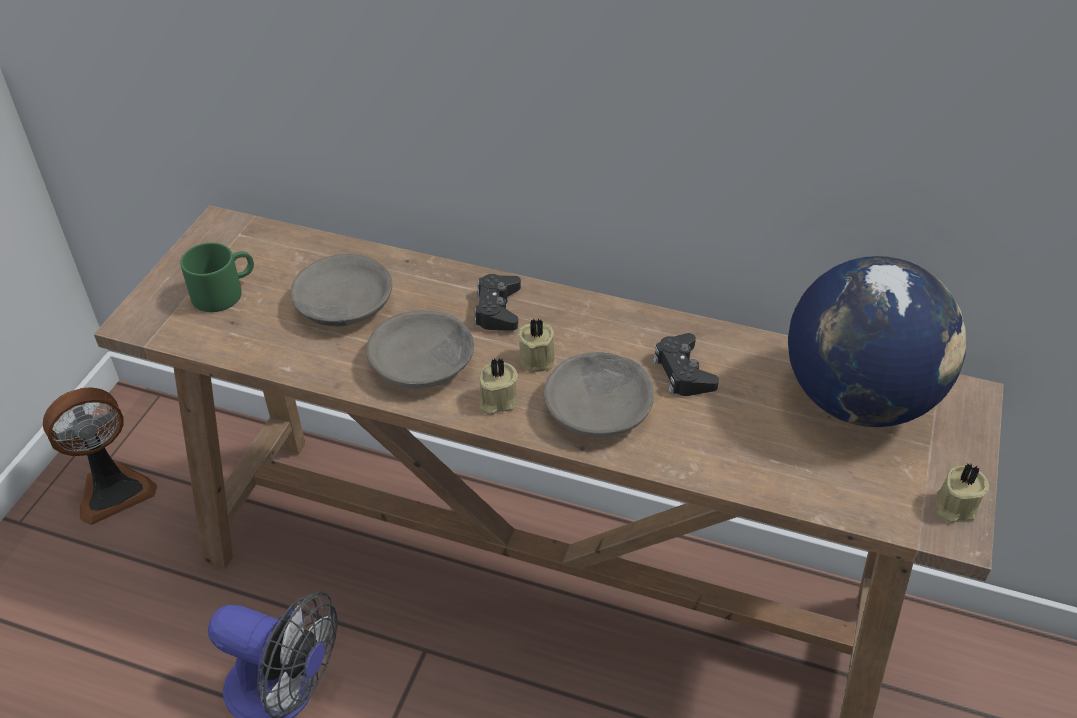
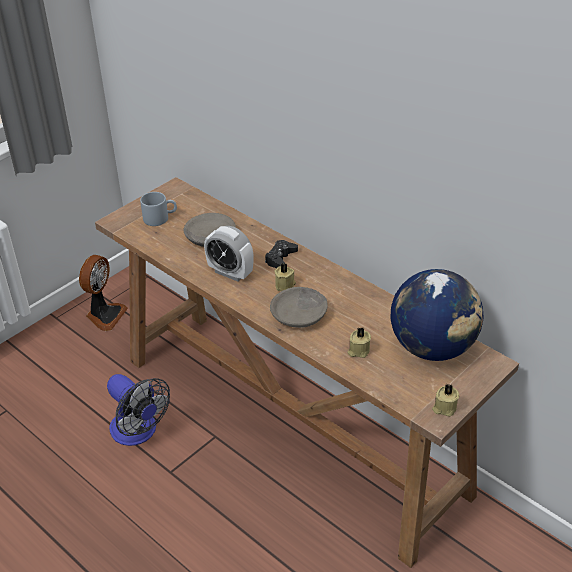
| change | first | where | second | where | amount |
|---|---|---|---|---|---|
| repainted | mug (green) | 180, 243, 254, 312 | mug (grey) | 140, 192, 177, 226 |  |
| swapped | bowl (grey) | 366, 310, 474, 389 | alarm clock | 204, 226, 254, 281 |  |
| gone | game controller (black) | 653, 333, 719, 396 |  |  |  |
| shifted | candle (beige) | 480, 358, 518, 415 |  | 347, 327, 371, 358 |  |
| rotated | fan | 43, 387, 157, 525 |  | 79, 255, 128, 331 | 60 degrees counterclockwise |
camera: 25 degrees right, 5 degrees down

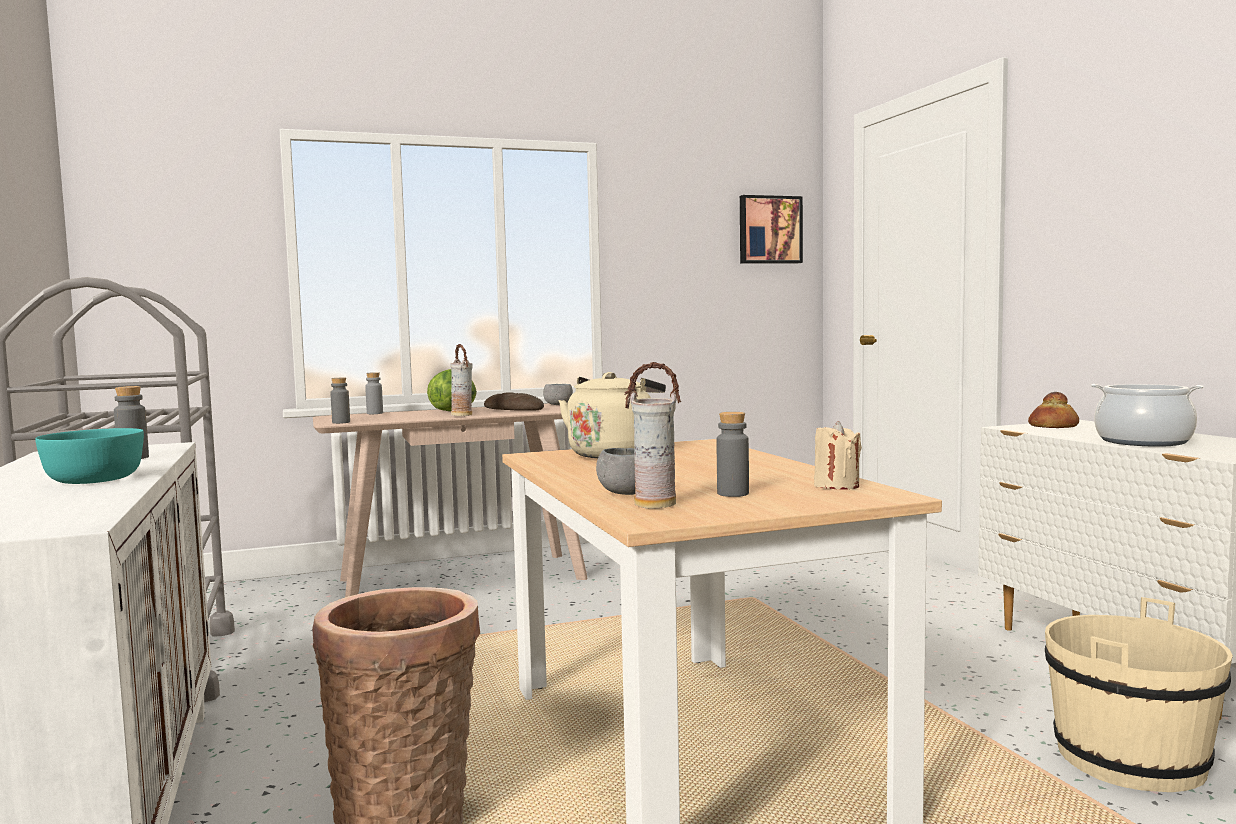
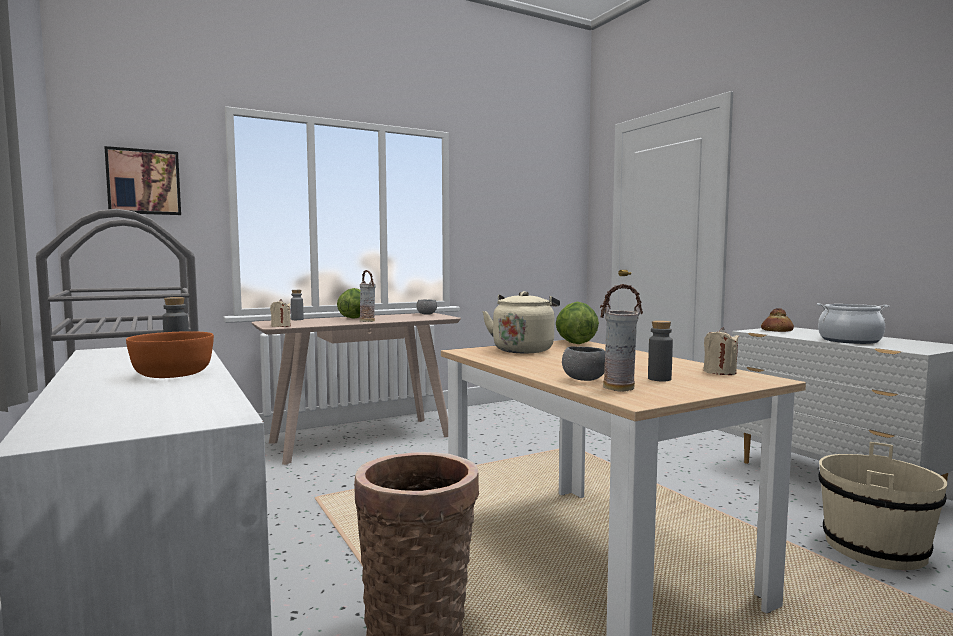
| change | first | where | second | where | amount |
|---|---|---|---|---|---|
| shifted | picture | 740, 195, 803, 263 |  | 104, 146, 181, 215 |  |
| swapped | bottle (grey) | 330, 378, 350, 424 | candle (beige) | 270, 299, 291, 327 |  |
| gone | bread | 484, 392, 544, 411 |  |  |  |
| repainted | bowl (turquoise) | 35, 428, 144, 484 | bowl (orange) | 126, 331, 214, 378 |  |
| new |  |  | lettuce | 556, 302, 599, 344 |  |
camera: 10 degrees left, 0 degrees up

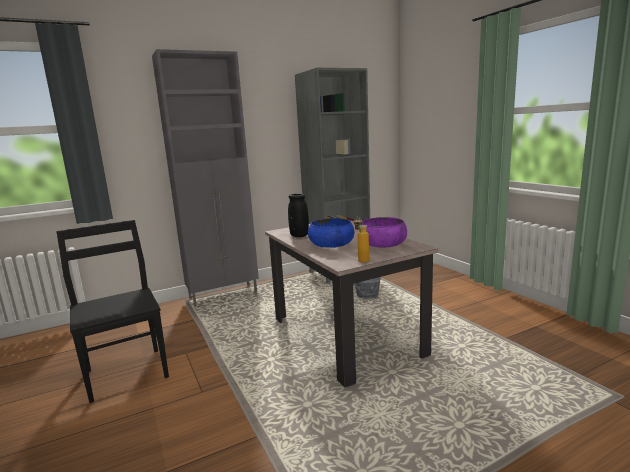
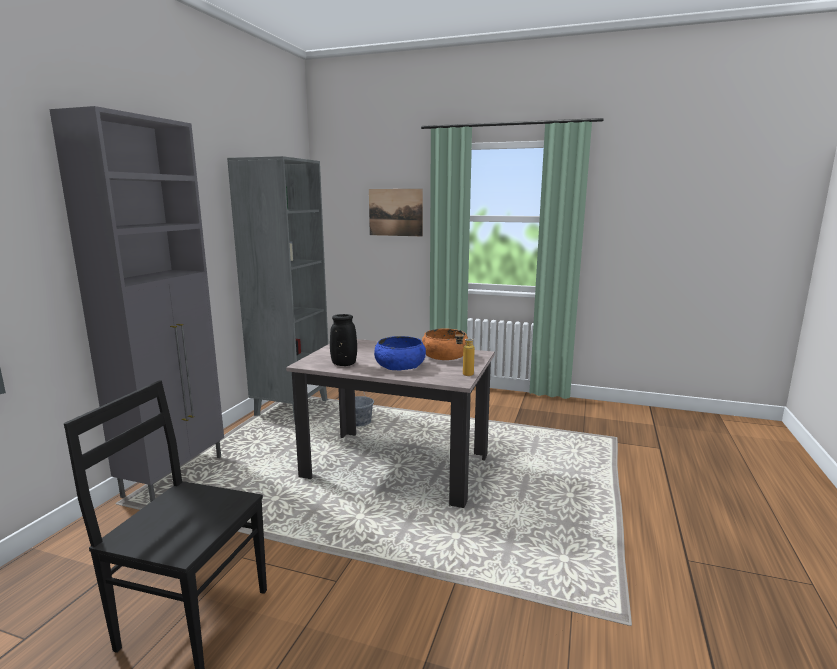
| change | first | where | second | where | amount |
|---|---|---|---|---|---|
| repainted | bowl (purple) | 362, 217, 407, 248 | bowl (orange) | 422, 328, 468, 360 |  |
| new |  |  | picture | 369, 189, 423, 236 |  |
camera: 45 degrees left, 0 degrees up

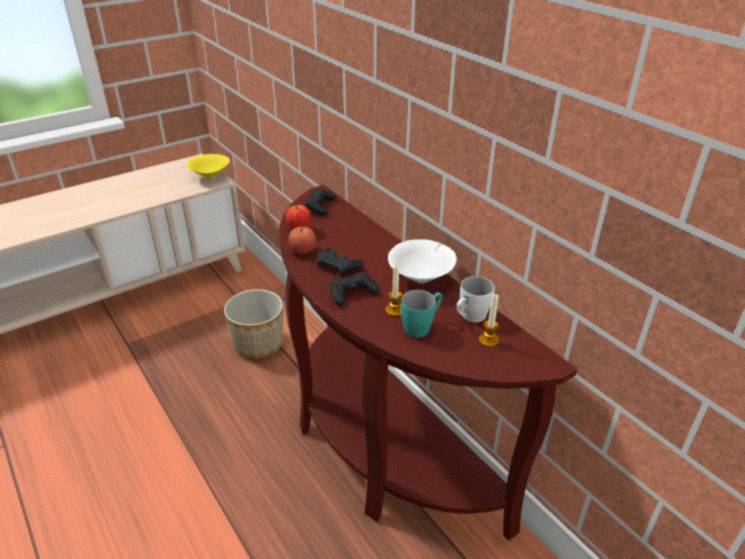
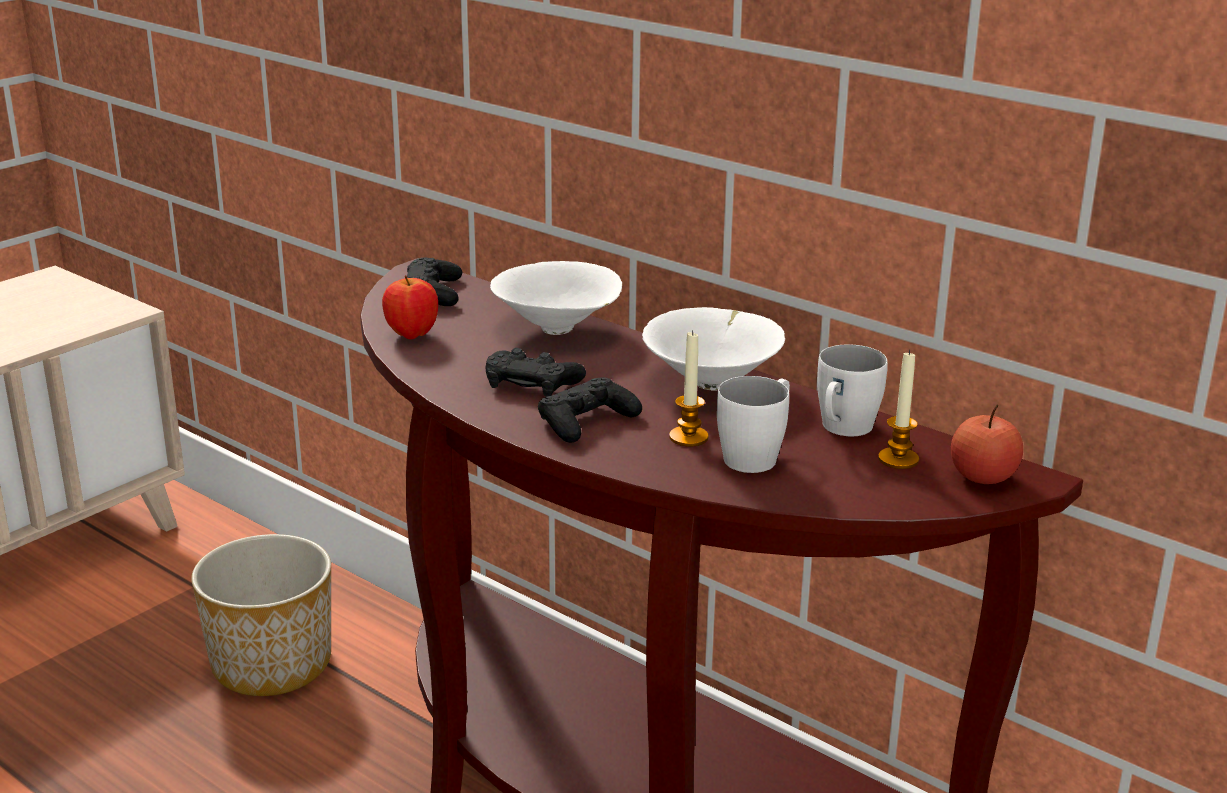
| change | first | where | second | where | amount |
|---|---|---|---|---|---|
| gone | bowl (yellow) | 187, 154, 230, 179 |  |  |  |
| shifted | apple | 288, 223, 316, 254 |  | 951, 404, 1023, 484 |  |
| repainted | mug (turquoise) | 401, 290, 442, 337 | mug (white) | 717, 376, 790, 473 |  |
| new |  |  | bowl (white) | 490, 261, 622, 335 |  |
camera: 15 degrees left, 10 degrees down

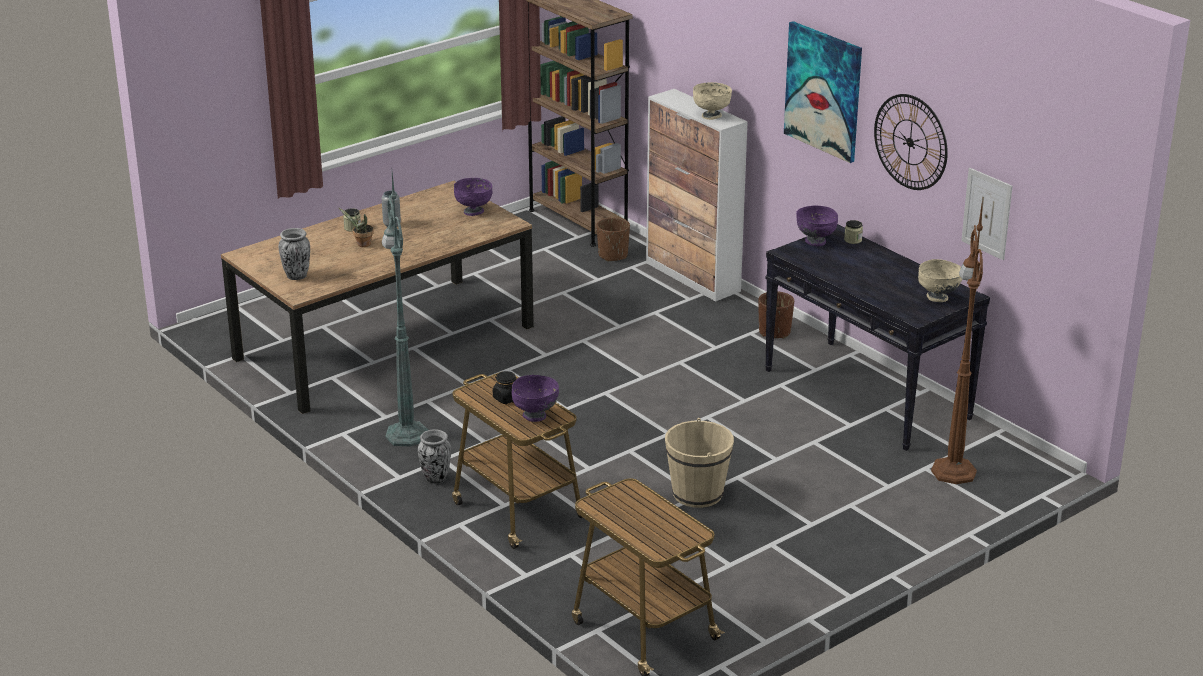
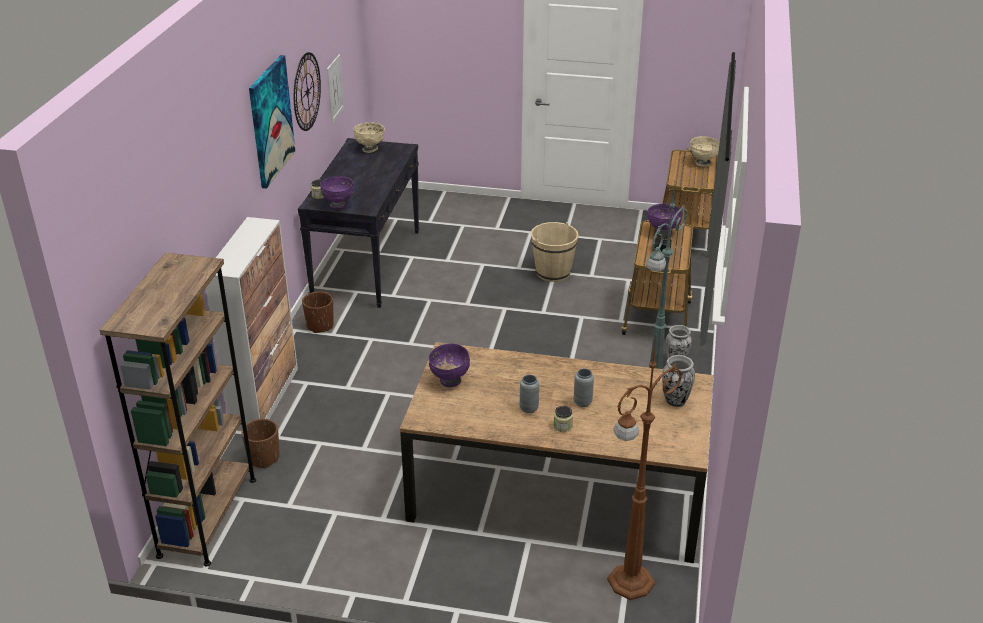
| change | first | where | second | where | amount |
|---|---|---|---|---|---|
| shifted | bowl (beige) | 693, 82, 732, 120 |  | 690, 136, 720, 167 |  |
| shifted | floor lamp (brown) | 931, 199, 983, 484 |  | 607, 338, 682, 600 |  |
| swapped | potted plant | 338, 207, 374, 247 | vase (grey) | 574, 369, 594, 407 |  |
camera: 130 degrees left, 5 degrees up

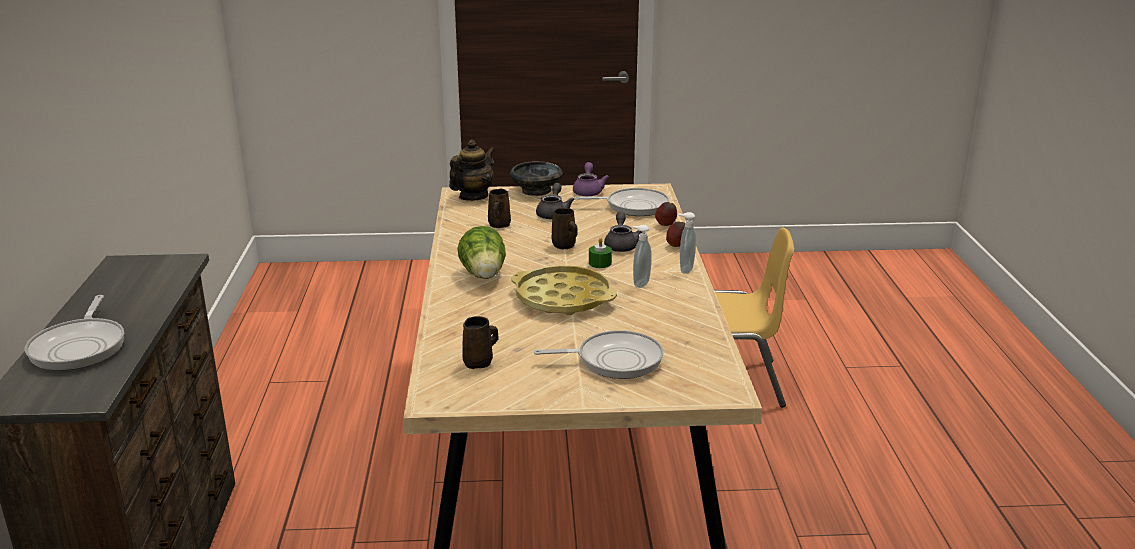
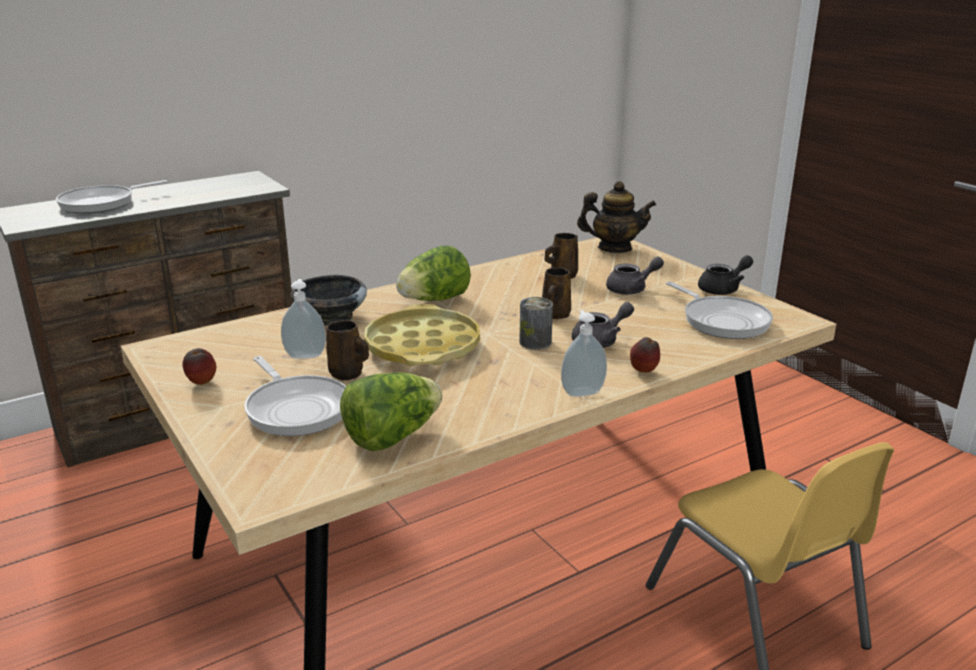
| change | first | where | second | where | amount |
|---|---|---|---|---|---|
| shifted | bowl (black) | 510, 161, 563, 196 |  | 291, 275, 367, 326 |  |
| repainted | teapot (purple) | 573, 162, 609, 196 | teapot (black) | 698, 255, 753, 295 |  |
| shifted | apple | 655, 202, 677, 226 |  | 182, 348, 216, 385 |  |
| shifted | soap dispenser | 632, 225, 652, 288 |  | 281, 279, 326, 359 |  |
| swapped | candle (green) | 589, 238, 612, 268 | can | 519, 297, 553, 350 |  |
| shifted | mug (brown) | 462, 316, 498, 369 |  | 326, 320, 369, 380 |  |
| new |  |  | lettuce | 340, 372, 443, 451 |  |
camera: 60 degrees right, 0 degrees up

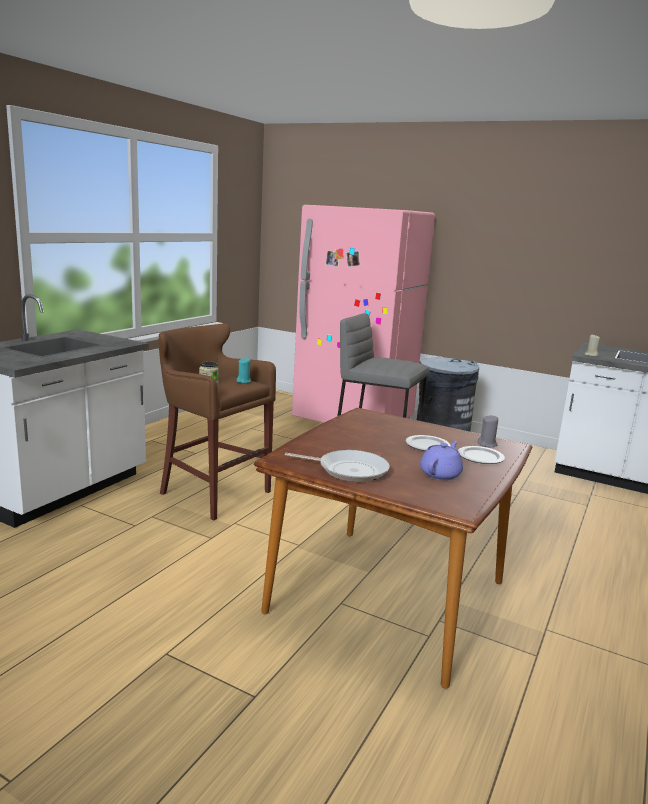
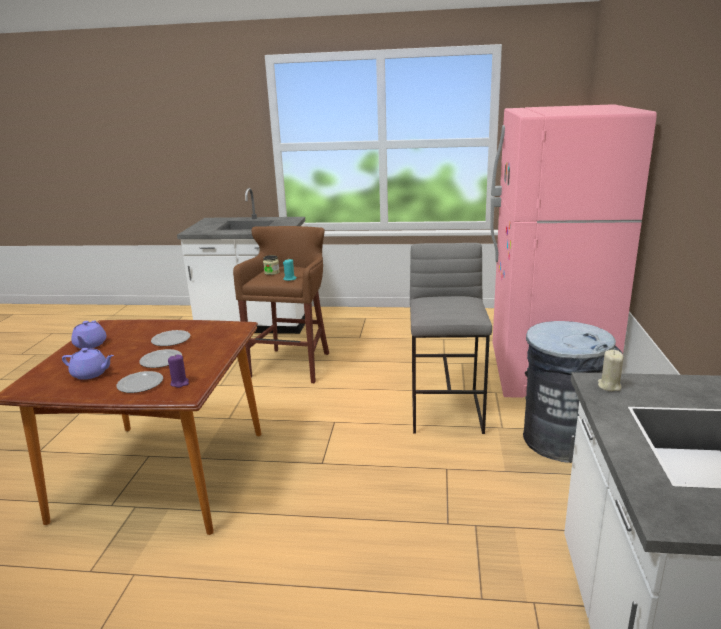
| change | first | where | second | where | amount |
|---|---|---|---|---|---|
| repainted | candle (grey) | 478, 415, 498, 447 | candle (purple) | 168, 355, 189, 388 |  |
| swapped | frying pan | 285, 450, 390, 482 | teapot (purple) | 71, 320, 106, 349 |  |
| new |  |  | plate | 151, 330, 191, 346 |  |
camera: 70 degrees right, 5 degrees up

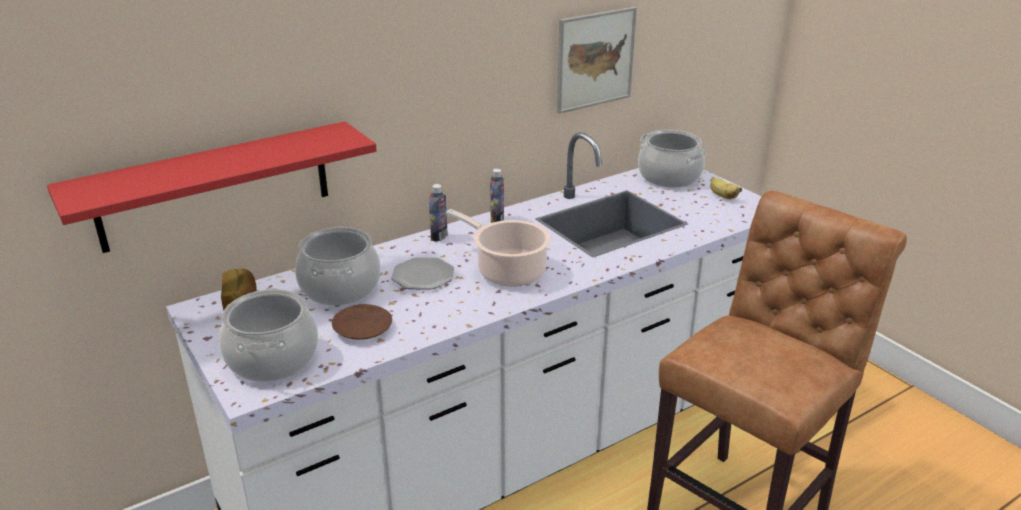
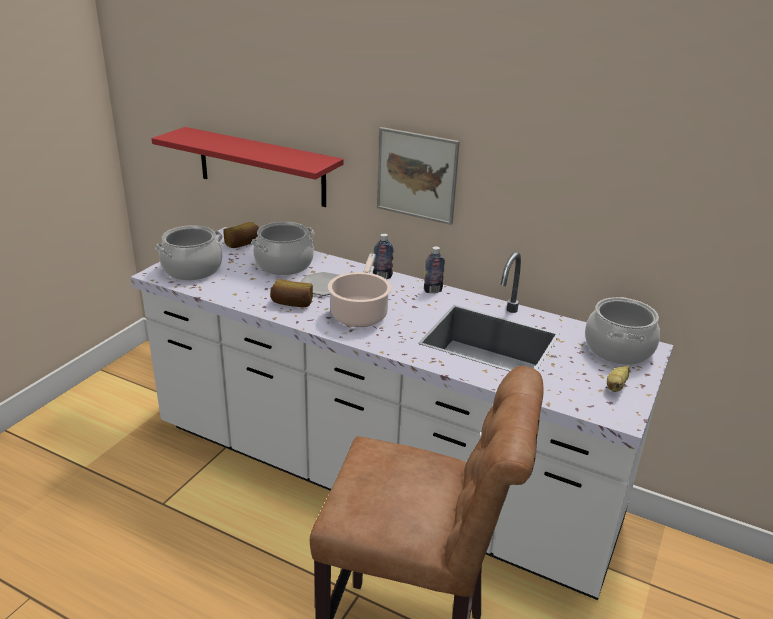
| change | first | where | second | where | amount |
|---|---|---|---|---|---|
| shifted | picture | 557, 7, 637, 114 |  | 377, 127, 460, 225 |  |
| gone | plate (brown) | 332, 304, 392, 340 |  |  |  |
| new |  |  | bread | 270, 279, 313, 307 |  |
camera: 60 degrees right, 0 degrees up

